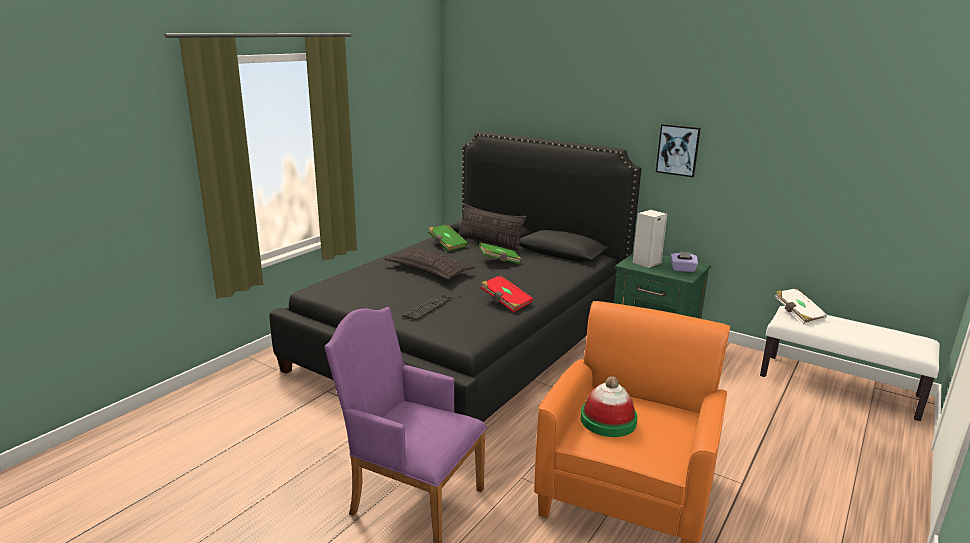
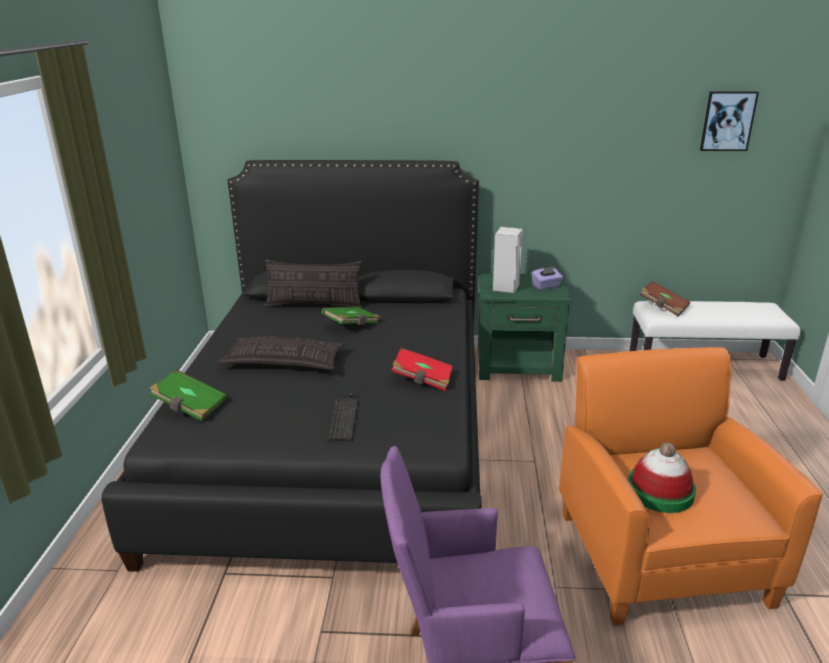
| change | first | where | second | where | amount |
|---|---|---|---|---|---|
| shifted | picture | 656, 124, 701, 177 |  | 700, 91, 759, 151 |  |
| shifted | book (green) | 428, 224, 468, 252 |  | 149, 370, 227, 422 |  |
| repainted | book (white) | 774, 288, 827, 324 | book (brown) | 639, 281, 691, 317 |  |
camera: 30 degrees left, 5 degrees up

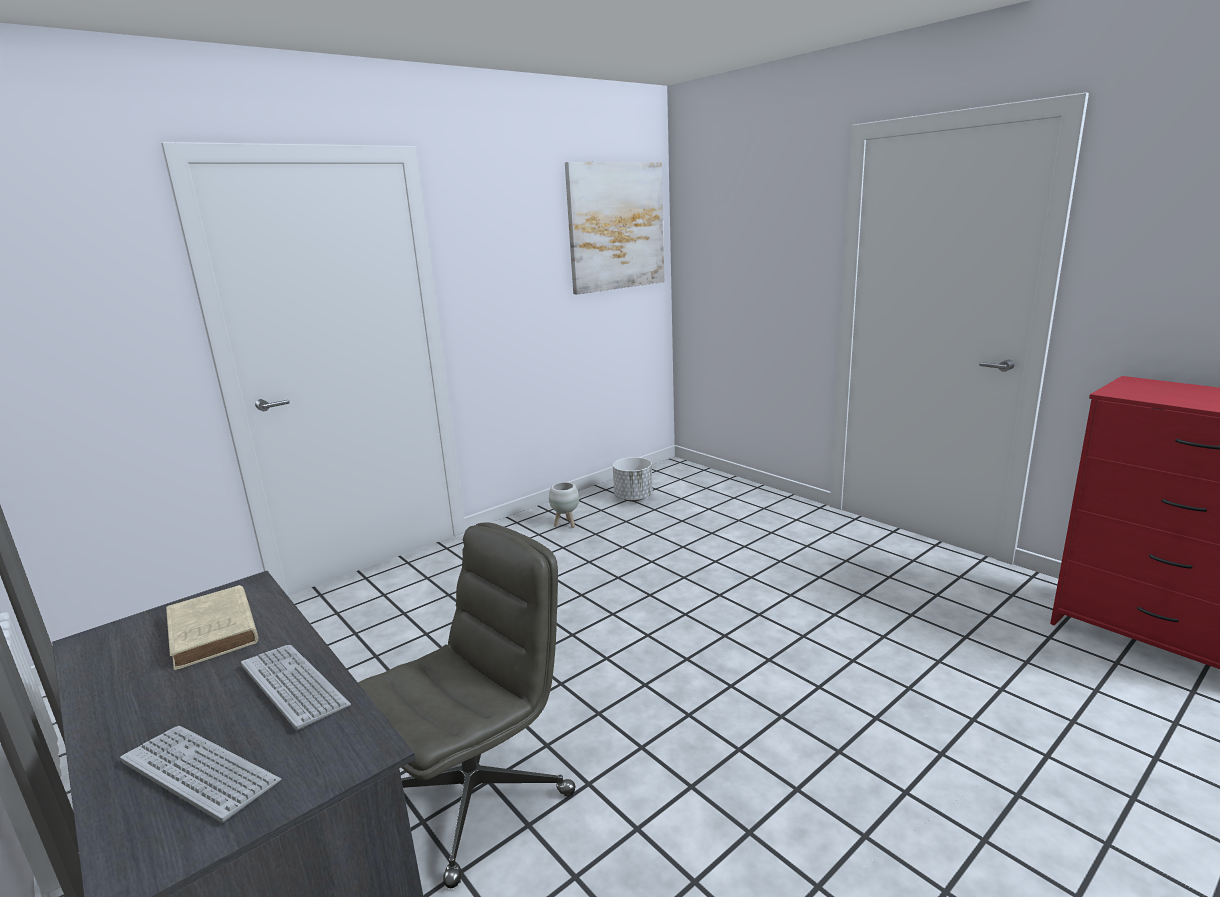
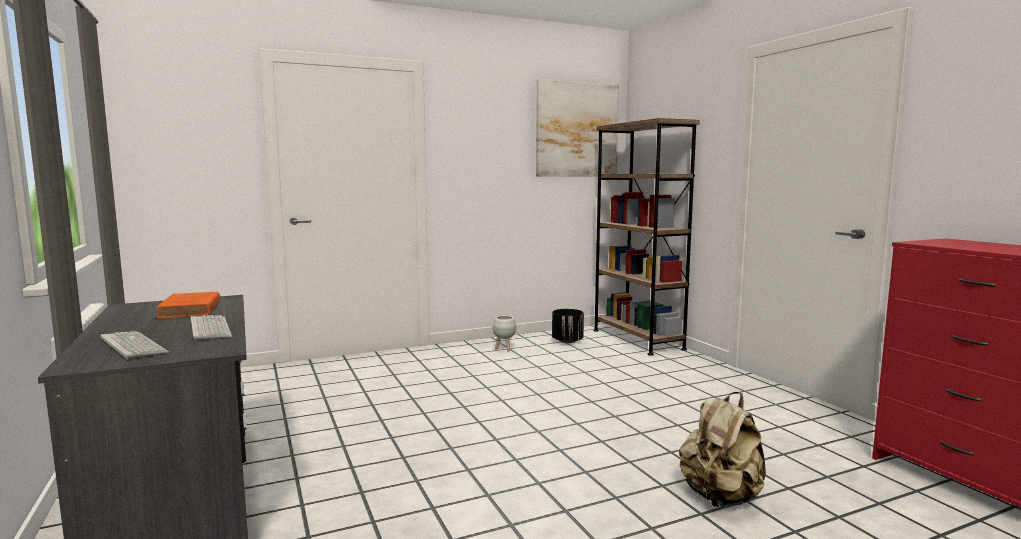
| change | first | where | second | where | amount |
|---|---|---|---|---|---|
| repainted | planter (white) | 613, 457, 653, 501 | planter (black) | 552, 309, 584, 343 |  |
| gone | office chair (grey) | 358, 523, 576, 888 |  |  |  |
| repainted | book (beige) | 166, 585, 258, 670 | book (orange) | 156, 291, 220, 318 |  |
| new |  |  | bookcase (brown) | 593, 118, 700, 356 |  |
| new |  |  | backpack (beige) | 679, 392, 766, 507 |  |
camera: 15 degrees right, 10 degrees down

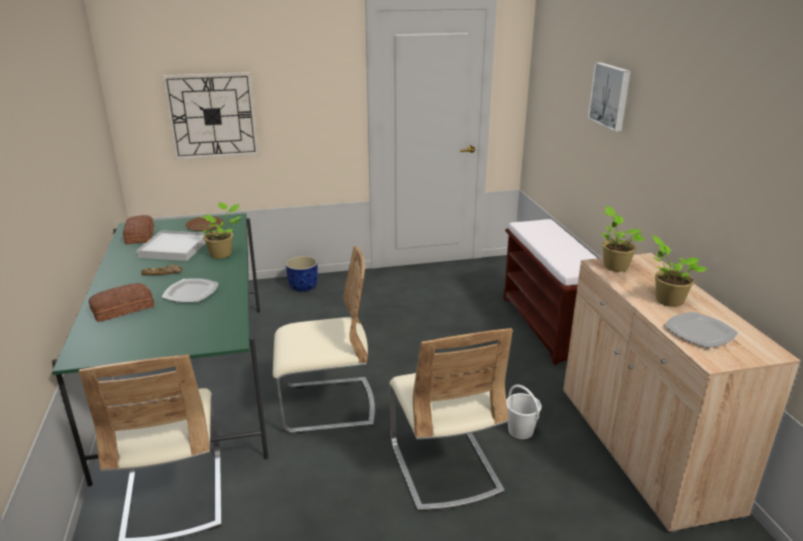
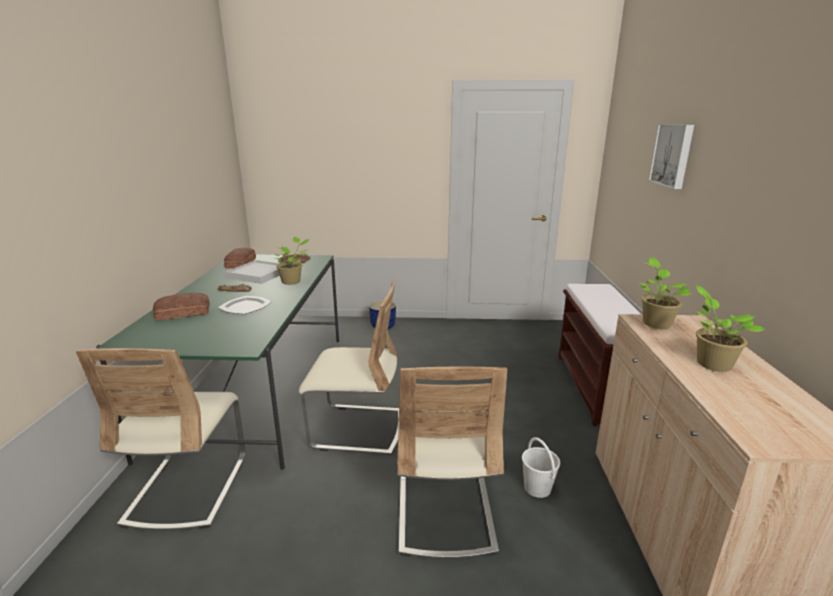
| change | first | where | second | where | amount |
|---|---|---|---|---|---|
| gone | wall clock | 162, 72, 259, 160 |  |  |  |
| gone | plate | 664, 312, 738, 348 |  |  |  |
camera: 15 degrees right, 5 degrees down

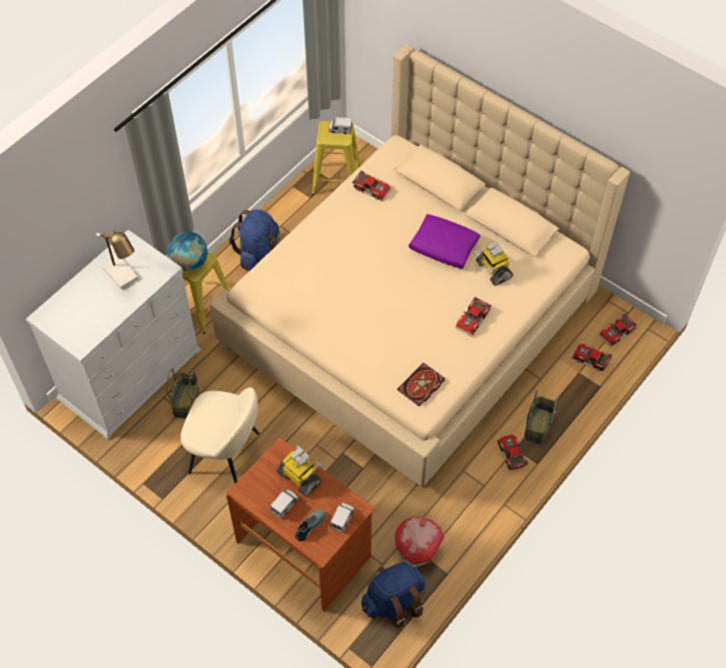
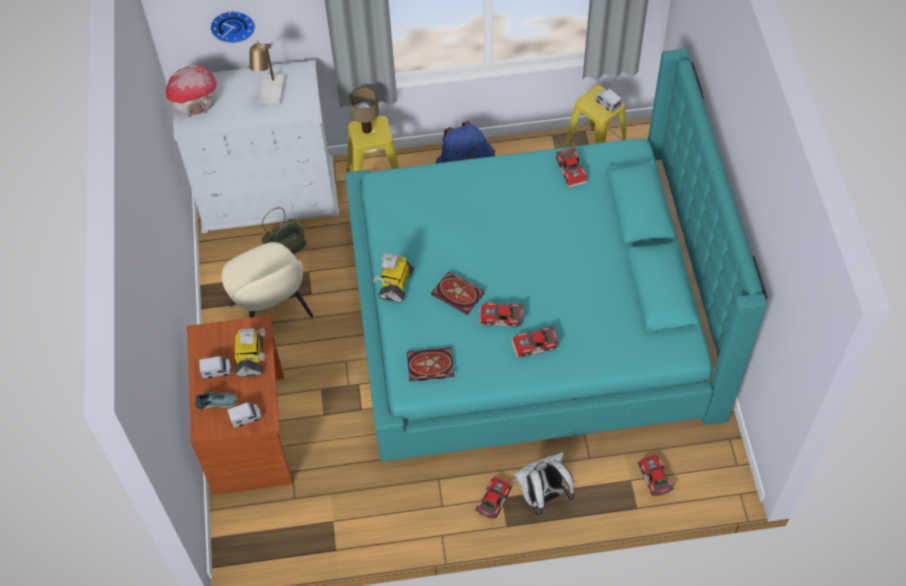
| change | first | where | second | where | amount |
|---|---|---|---|---|---|
| repainted | bed (beige) | 209, 44, 630, 487 | bed (turquoise) | 345, 49, 767, 461 |  |
| gone | pillow (purple) | 409, 214, 480, 269 |  |  |  |
| swapped | globe | 168, 231, 208, 271 | table lamp | 349, 87, 379, 134 |  |
| shifted | toy robot | 475, 242, 513, 286 |  | 373, 253, 414, 303 |  |
| shifted | toy car | 598, 313, 637, 347 |  | 479, 302, 524, 327 |  |
| swapped | basket | 525, 390, 559, 444 | backpack (white) | 514, 452, 574, 515 |  |
| shifted | toy house | 395, 517, 445, 566 |  | 166, 65, 216, 117 |  |
| gone | backpack (blue) | 361, 562, 425, 628 |  |  |  |
| new |  |  | wall clock | 210, 11, 255, 43 |  |
| new |  |  | book | 431, 271, 484, 315 |  |
camera: 45 degrees right, 0 degrees up

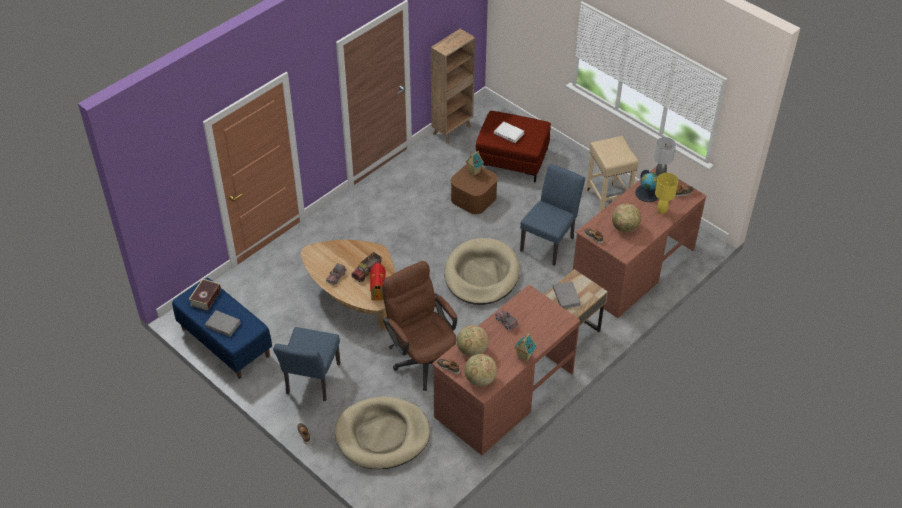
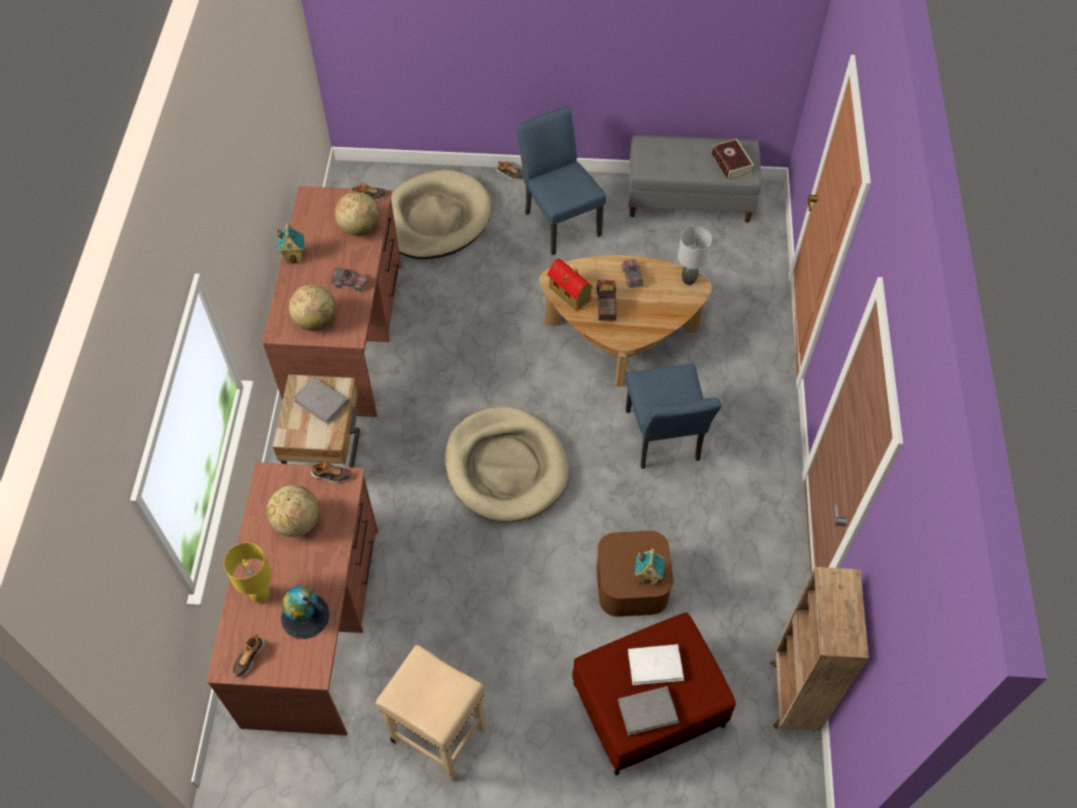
| change | first | where | second | where | amount |
|---|---|---|---|---|---|
| shifted | table lamp (grey) | 653, 137, 676, 176 |  | 678, 226, 712, 285 |  |
| shifted | chair (blue) | 520, 164, 585, 266 |  | 625, 364, 721, 469 |  |
| gone | office chair (brown) | 382, 261, 457, 391 |  |  |  |
| repainted | bench (blue) | 172, 278, 272, 379 | bench (grey) | 629, 135, 761, 223 |  |
| shifted | book (grey) | 205, 310, 241, 337 |  | 618, 686, 679, 735 |  |
| shifted | globe | 464, 354, 497, 386 |  | 289, 284, 336, 331 |  |
camera: 140 degrees right, 10 degrees up

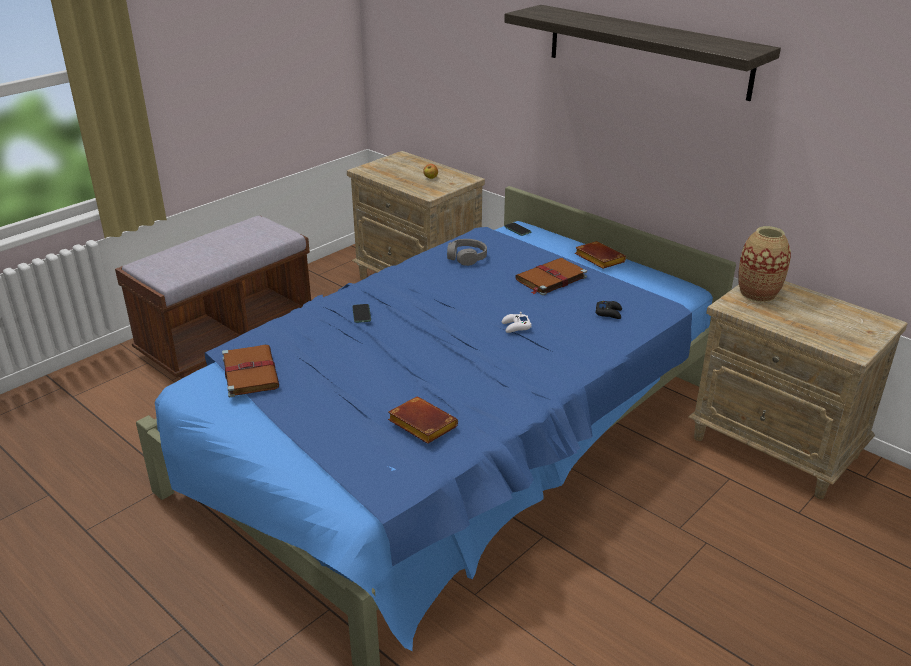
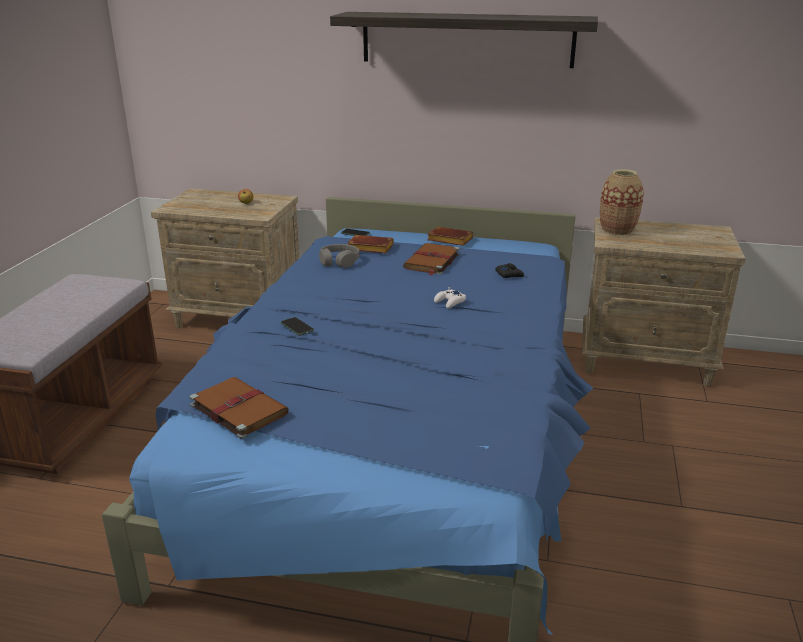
| change | first | where | second | where | amount |
|---|---|---|---|---|---|
| shifted | book (brown) | 388, 396, 458, 444 |  | 347, 235, 394, 253 |  |
camera: 30 degrees left, 5 degrees down

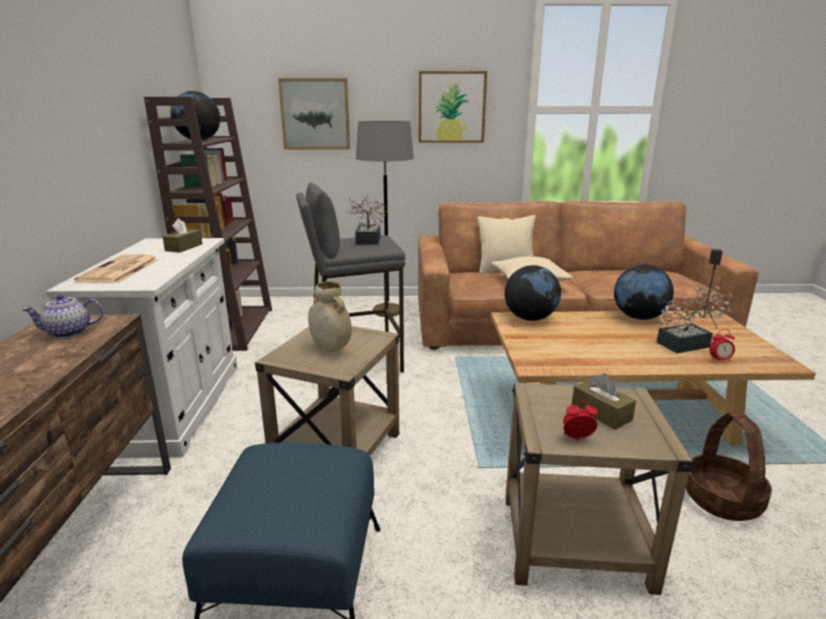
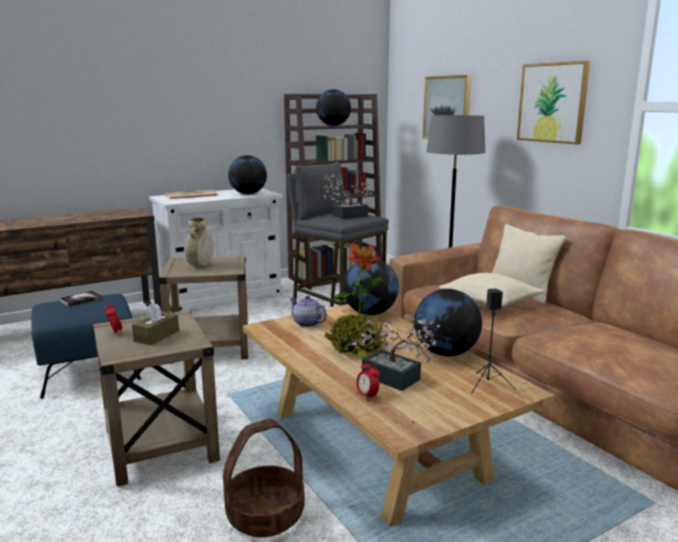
| change | first | where | second | where | amount |
|---|---|---|---|---|---|
| swapped | tissue box (brown) | 162, 218, 202, 252 | globe | 228, 155, 267, 194 |  |
| shifted | teapot | 22, 294, 103, 338 |  | 290, 295, 327, 327 |  |
| new |  |  | potted plant | 324, 243, 387, 358 |  |
| new |  |  | book | 59, 291, 103, 307 |  |
camera: 60 degrees right, 5 degrees down

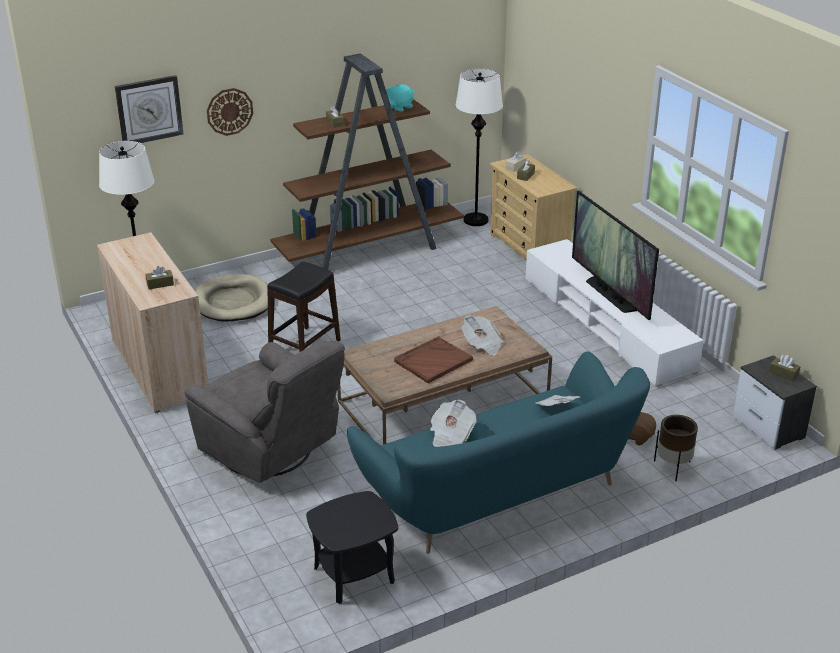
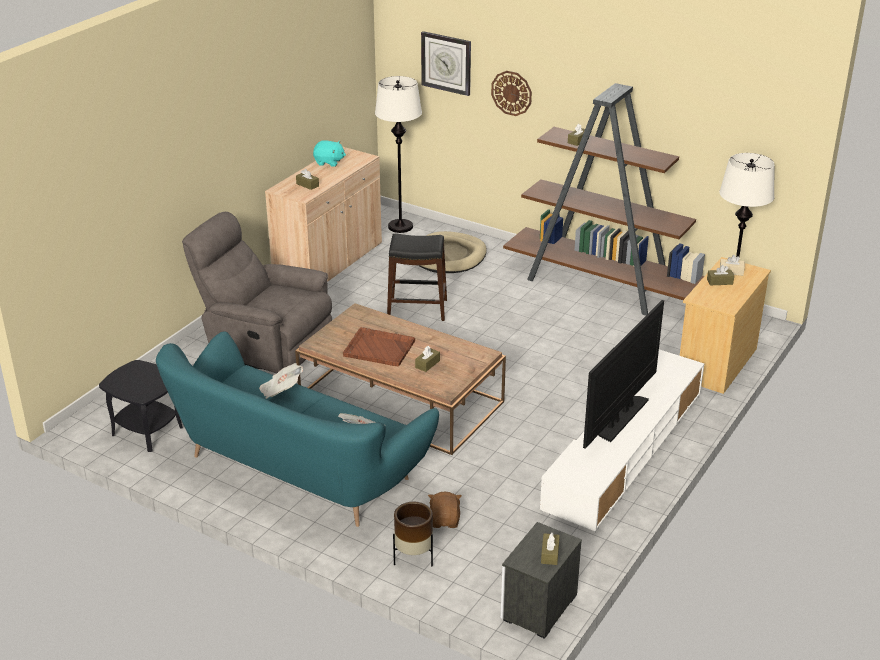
| change | first | where | second | where | amount |
|---|---|---|---|---|---|
| shifted | plush toy (turquoise) | 386, 84, 414, 112 |  | 313, 140, 346, 167 |  |
| swapped | newspaper | 461, 315, 504, 356 | tissue box (brown) | 415, 346, 440, 372 |  |
| rotated | armchair (grey) | 184, 341, 345, 483 |  | 182, 212, 332, 374 | 105 degrees clockwise |
camera: 60 degrees right, 0 degrees up

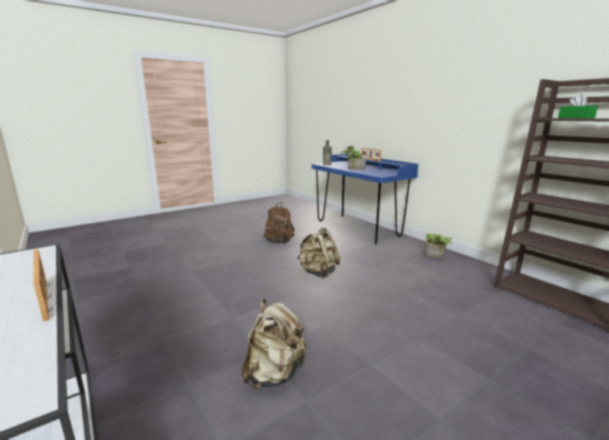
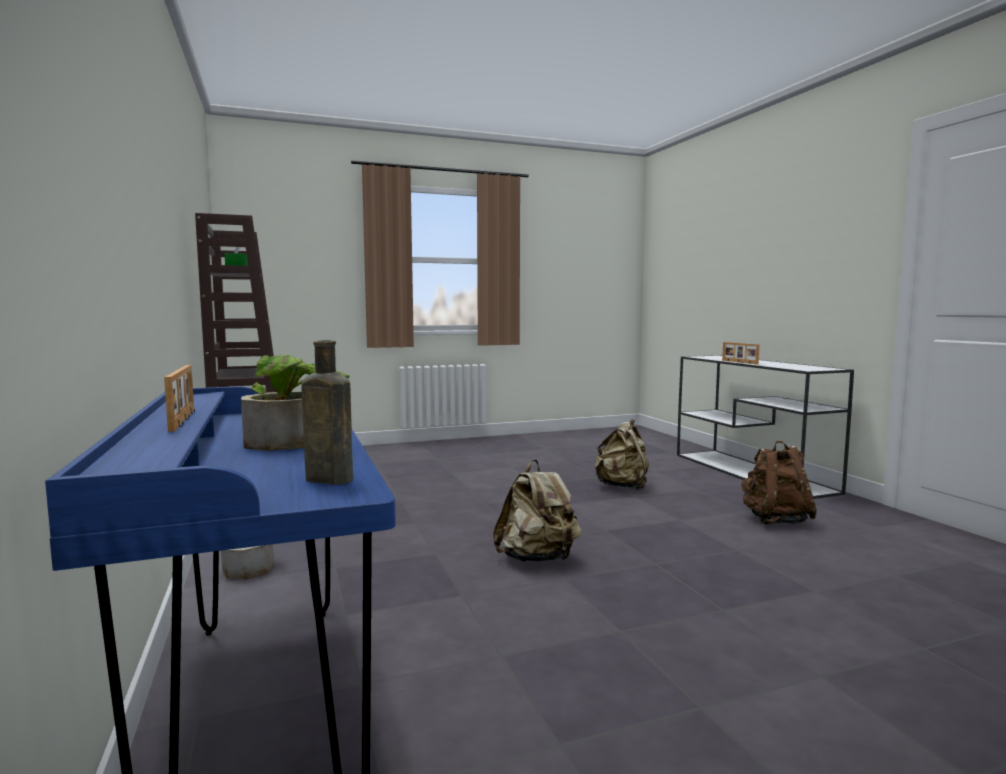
| change | first | where | second | where | amount |
|---|---|---|---|---|---|
| shifted | backpack (brown) | 263, 202, 295, 244 |  | 741, 441, 817, 525 |  |
camera: 165 degrees left, 10 degrees down

